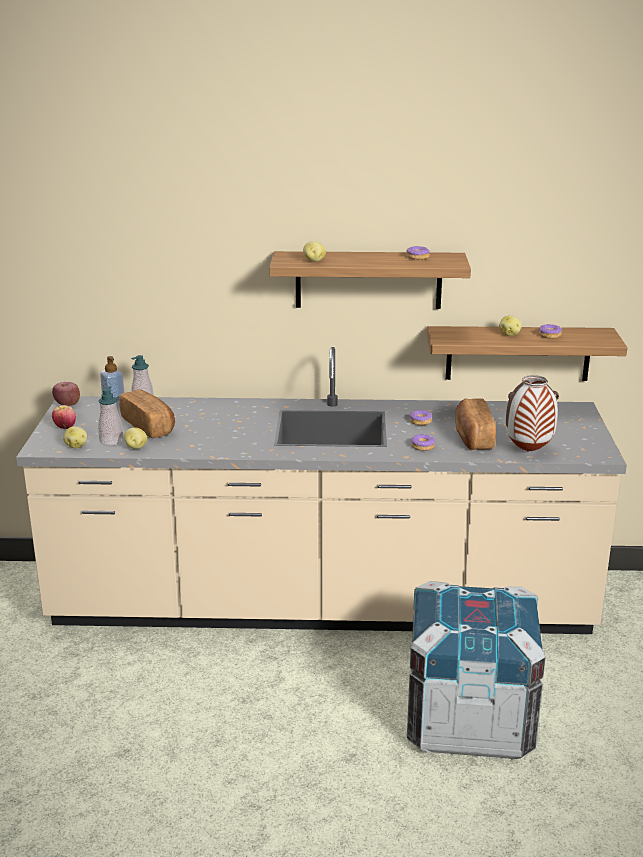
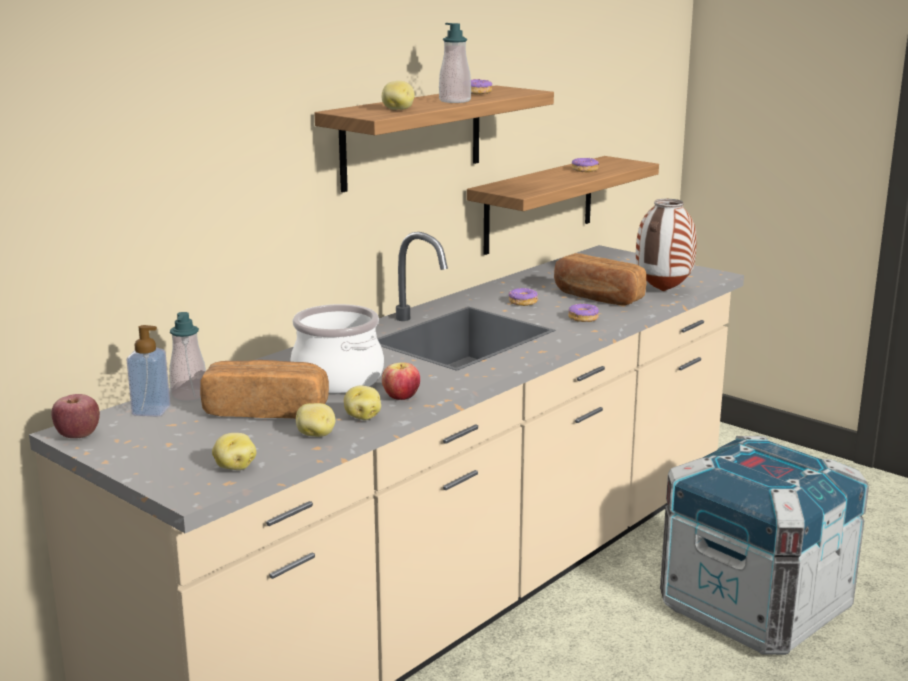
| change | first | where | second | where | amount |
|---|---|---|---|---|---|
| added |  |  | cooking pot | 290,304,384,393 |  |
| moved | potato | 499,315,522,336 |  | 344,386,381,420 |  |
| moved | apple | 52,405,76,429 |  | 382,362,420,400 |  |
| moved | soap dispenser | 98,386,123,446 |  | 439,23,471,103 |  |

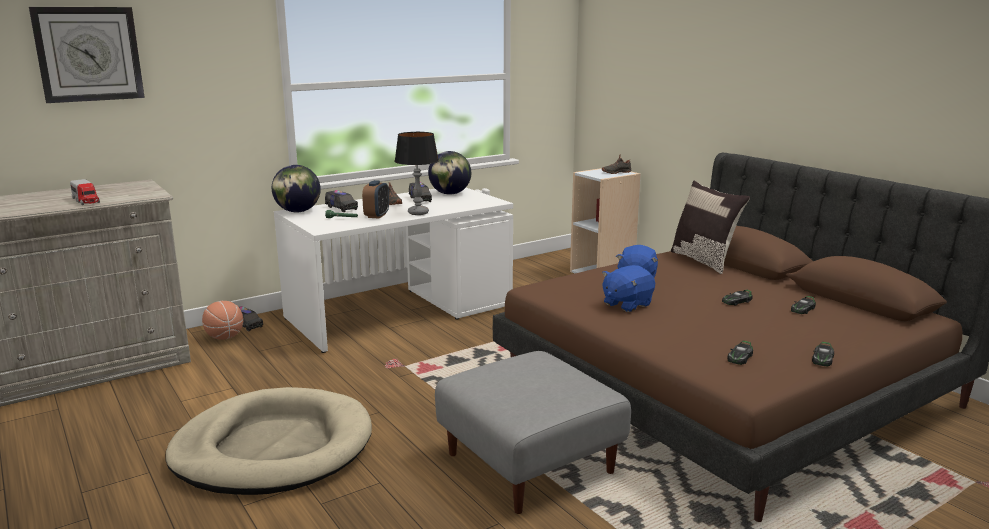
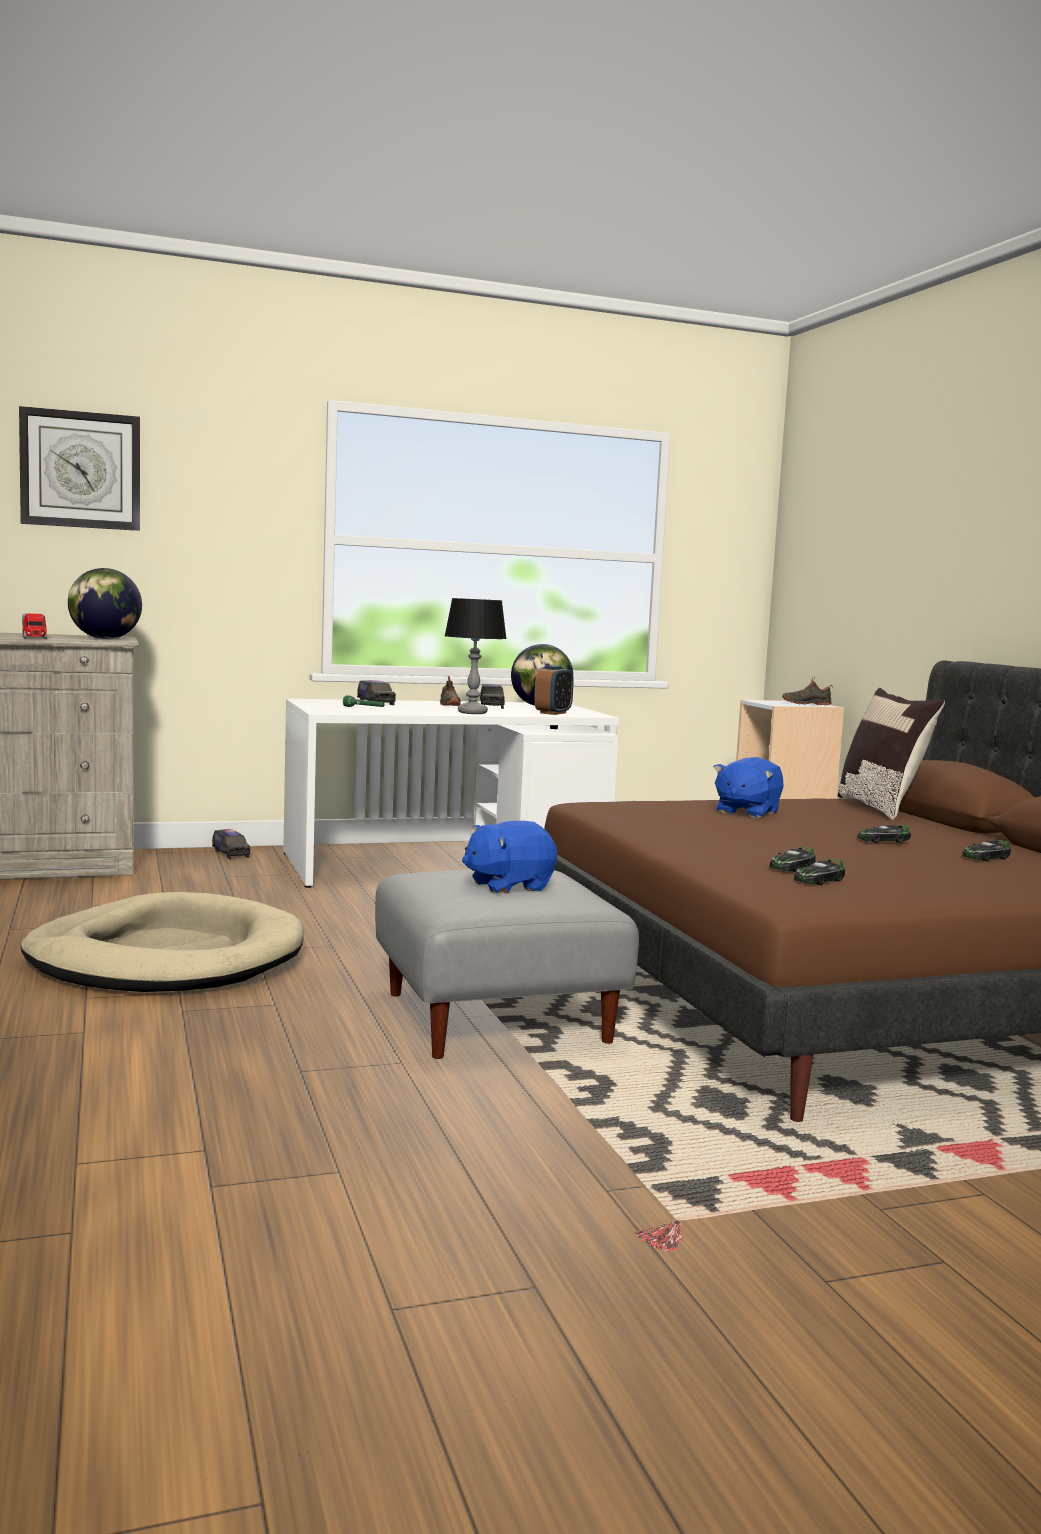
| change | first | where | second | where | amount |
|---|---|---|---|---|---|
| moved | globe | 272,165,321,212 |  | 68,568,142,639 |  |
| moved | plush toy (blue) | 602,265,655,312 |  | 462,821,557,894 |  |
| moved | alarm clock | 362,180,389,219 |  | 534,665,574,715 |  |
| moved | toy car | 812,342,834,366 |  | 770,847,816,872 |  |
| removed | basketball | 202,301,243,340 |  |  |  |

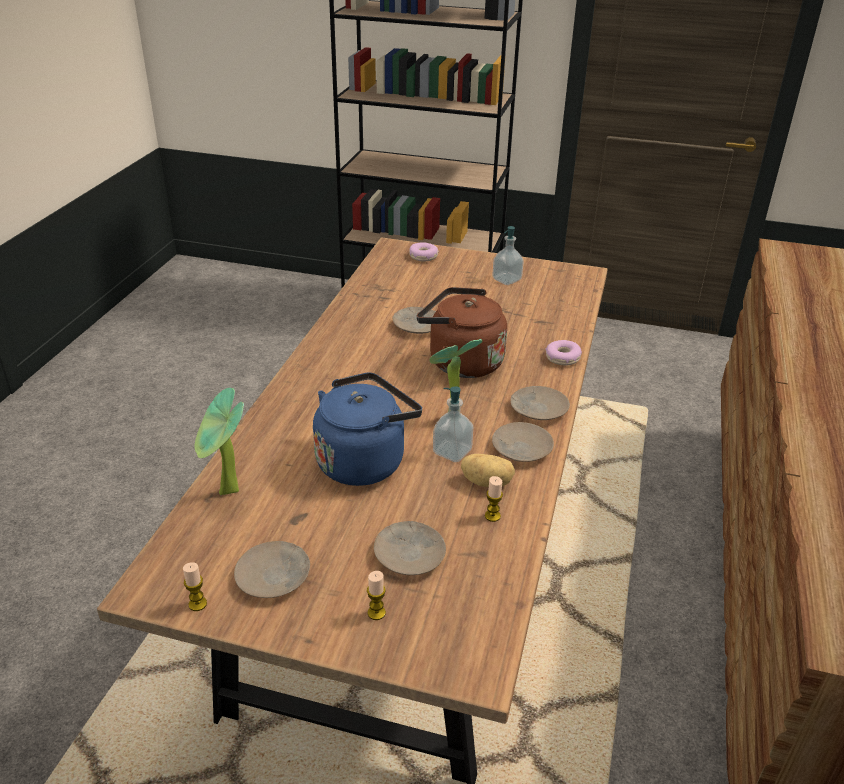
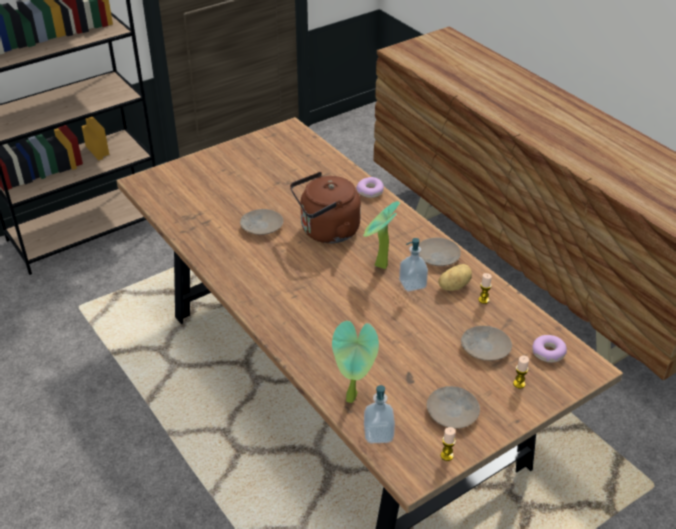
| change | first | where | second | where | amount |
|---|---|---|---|---|---|
| moved | soap dispenser | 492,226,524,285 |  | 364,385,395,444 |  |
| moved | donut | 409,242,439,262 |  | 532,335,567,363 |  |
| removed | kettle (blue) | 313,372,422,486 |  |  |  |
| removed | plate (beige) | 511,386,570,420 |  |  |  |

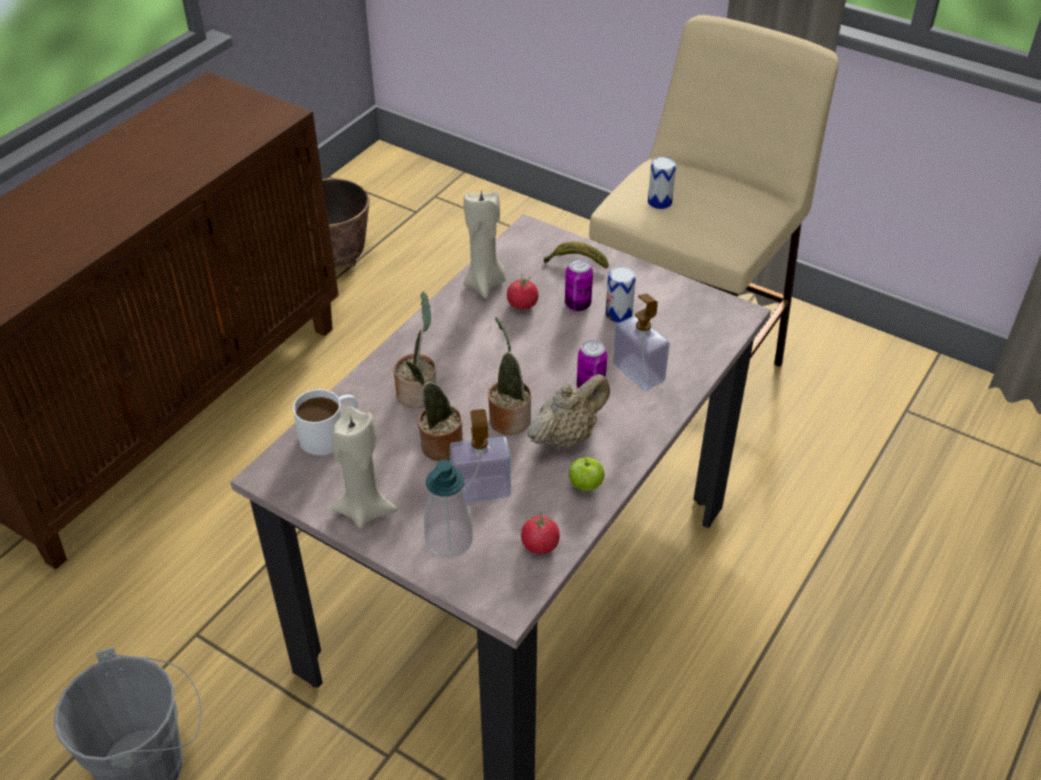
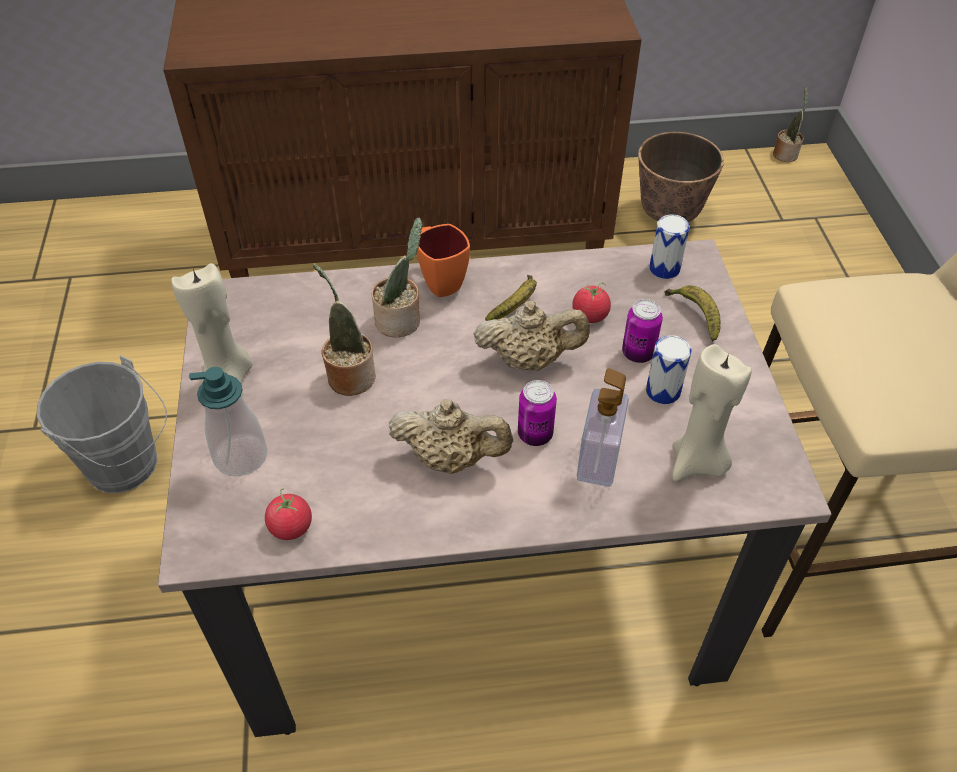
| change | first | where | second | where | amount |
|---|---|---|---|---|---|
| added |  |  | mug (orange) | 417,224,470,297 |  |
| added |  |  | teapot (beige) | 473,300,590,371 |  |
| added |  |  | banana | 485,275,537,321 |  |
| moved | can | 648,157,676,209 |  | 650,214,690,279 |  |
| moved | candle (beige) | 464,190,506,299 |  | 672,344,752,481 |  |
| moved | potted plant | 488,317,531,435 |  | 773,86,808,162 |  |
| removed | mug (white) | 293,389,358,455 |  |  |  |
| removed | soap dispenser | 449,409,511,502 |  |  |  |
| removed | apple | 568,455,604,491 |  |  |  |

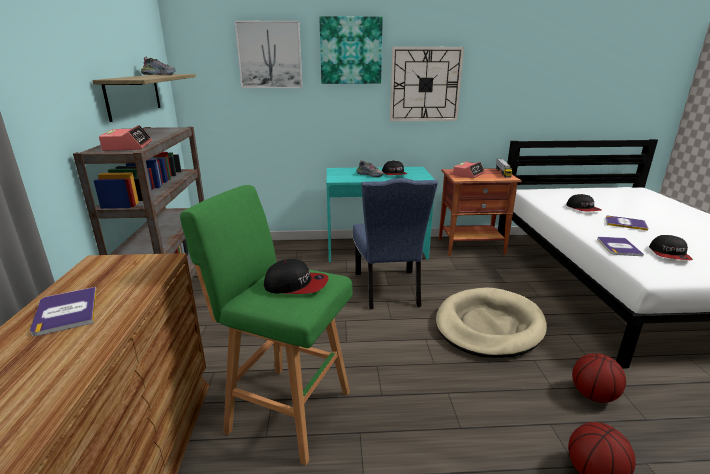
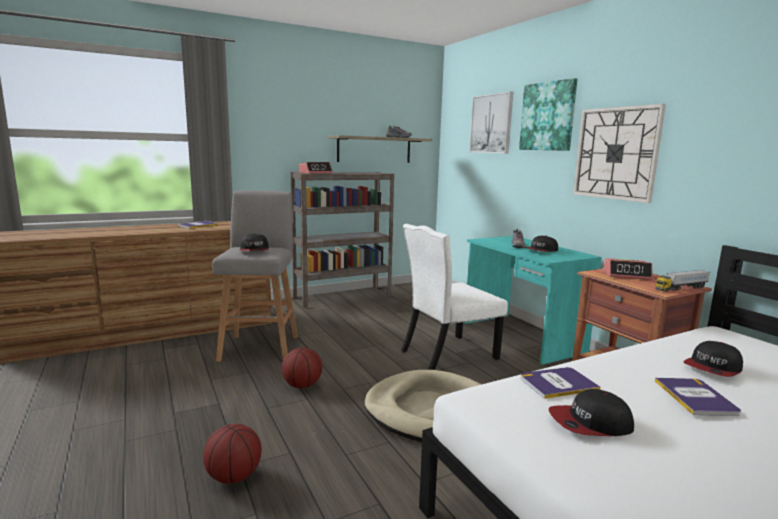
| change | first | where | second | where | amount |
|---|---|---|---|---|---|
| recoloured | stool (green) | 180,185,353,466 | stool (grey) | 212,190,298,362 |  |
| moved | basketball | 572,353,626,403 |  | 282,347,322,388 |  |
| recoloured | chair (blue) | 353,178,438,309 | chair (white) | 401,224,508,370 |  |

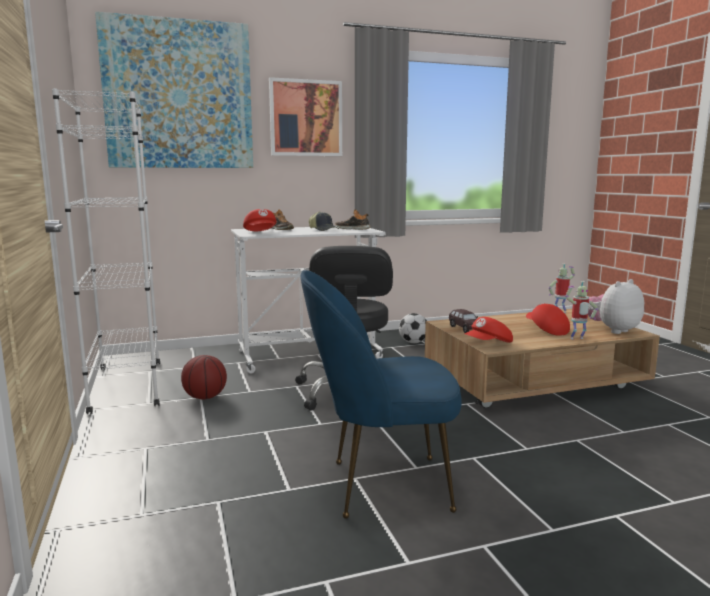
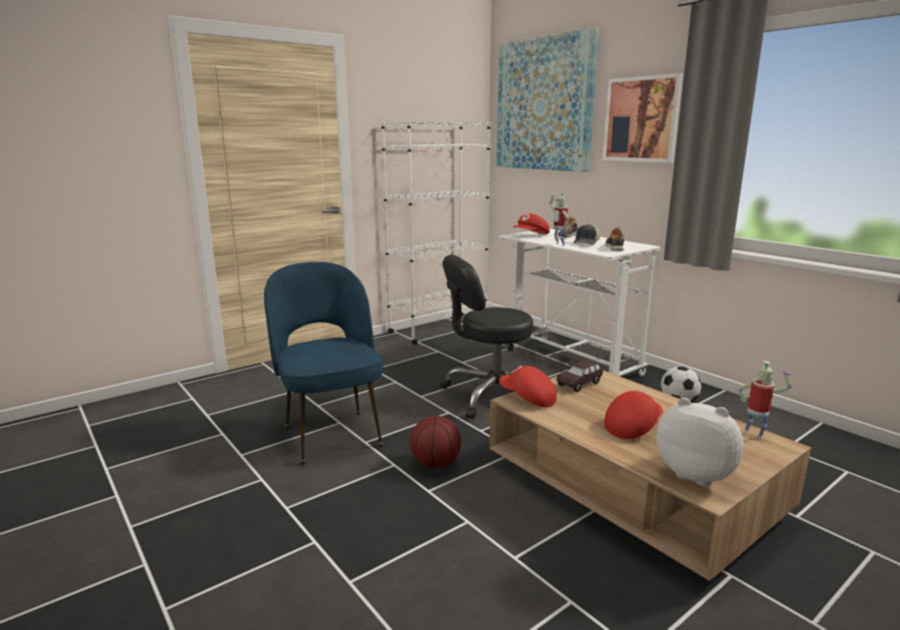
| change | first | where | second | where | amount |
|---|---|---|---|---|---|
| moved | basketball | 181,355,227,399 |  | 410,416,461,468 |  |
| moved | toy robot | 565,281,598,339 |  | 549,192,570,246 |  |

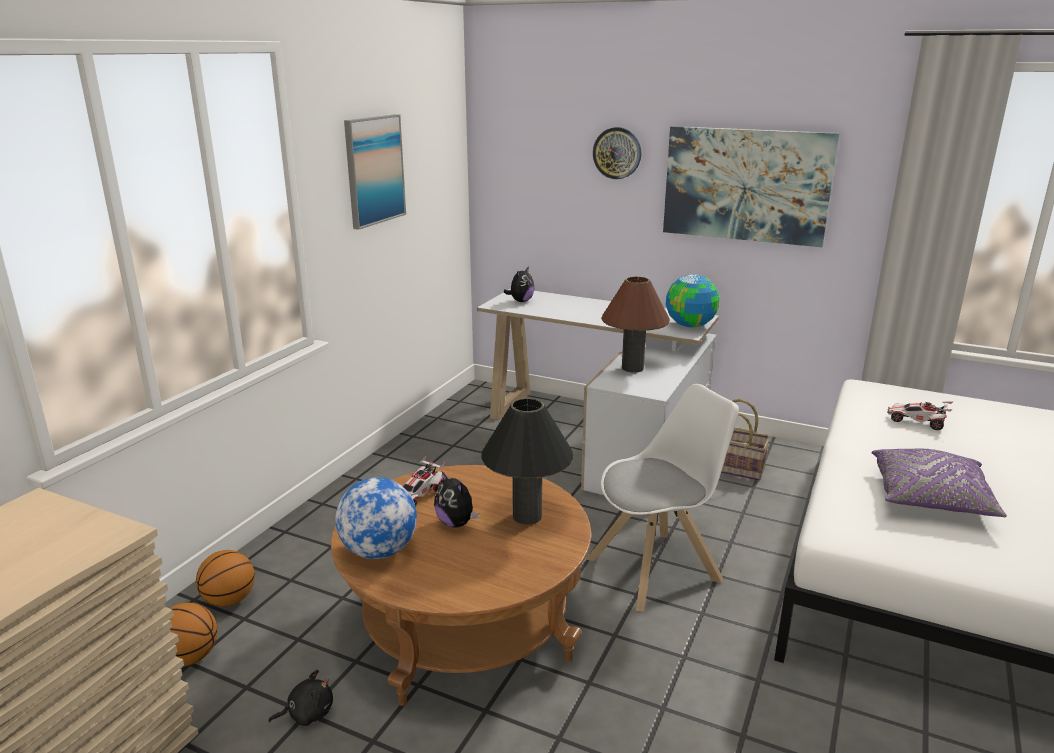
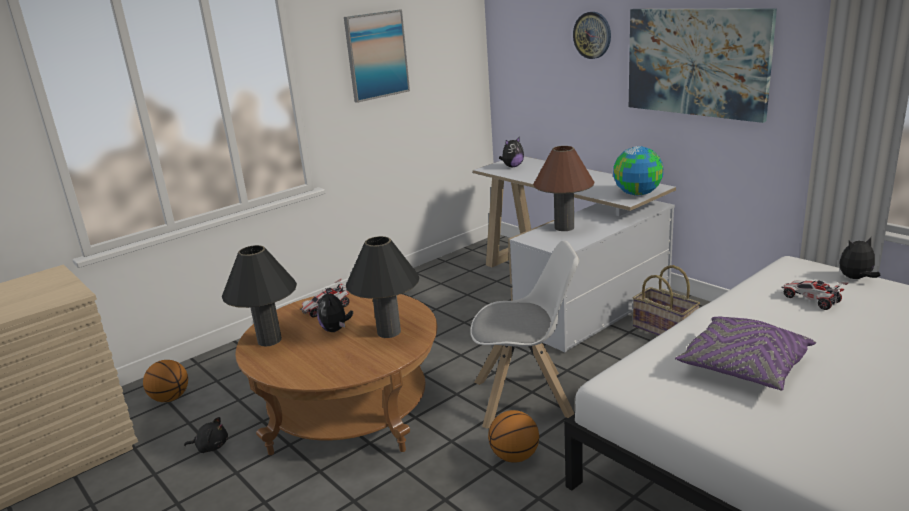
| change | first | where | second | where | amount |
|---|---|---|---|---|---|
| replaced | globe | 335,477,417,559 | table lamp (black) | 222,245,297,346 |  |
| moved | basketball | 196,550,255,607 |  | 488,410,539,463 |  |
| added |  |  | plush toy | 840,237,881,279 |  |

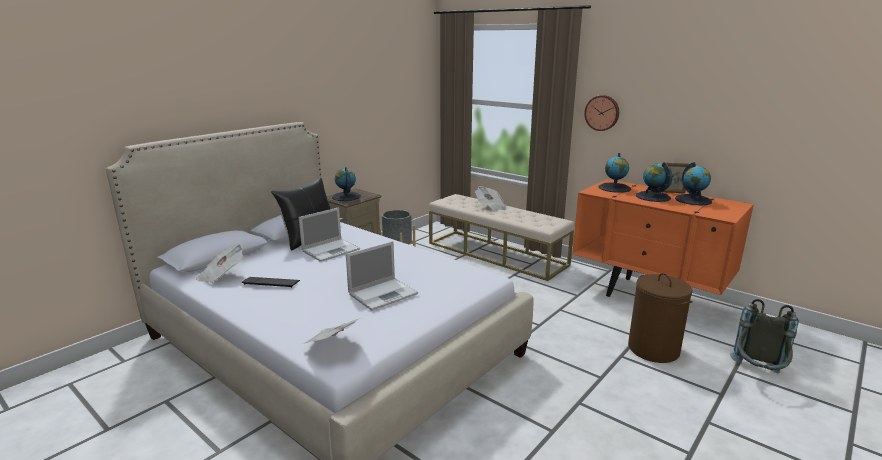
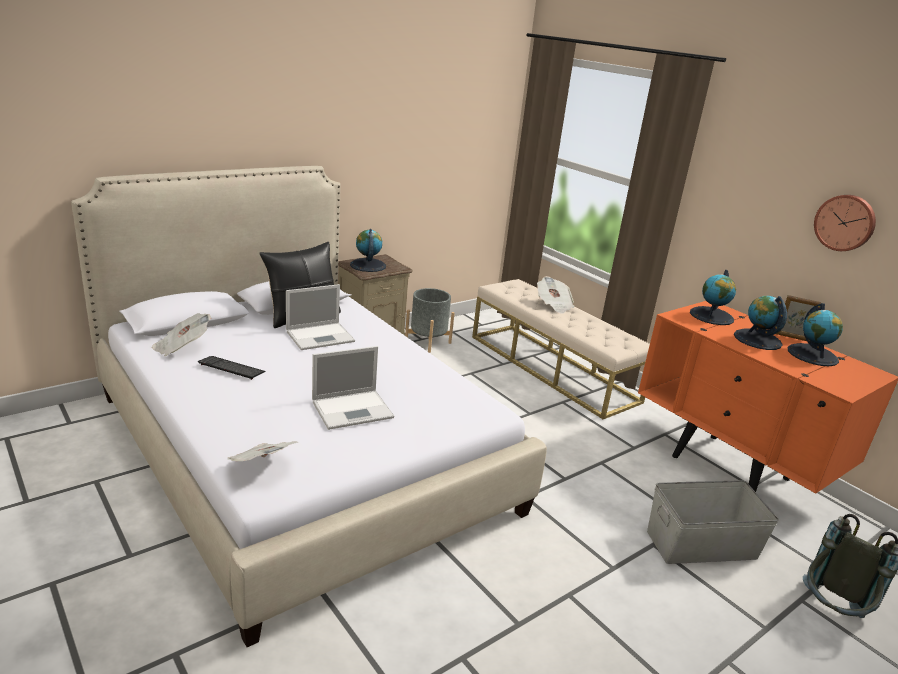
| change | first | where | second | where | amount |
|---|---|---|---|---|---|
| replaced | laundry basket (brown) | 628,273,693,363 | storage box (grey) | 647,480,779,564 |  |
| moved | wall clock | 584,95,619,131 |  | 814,195,876,251 |  |

